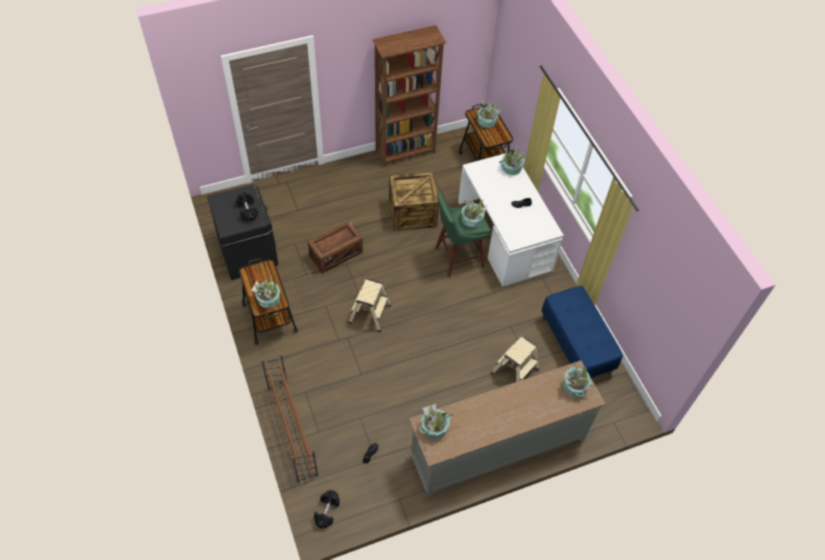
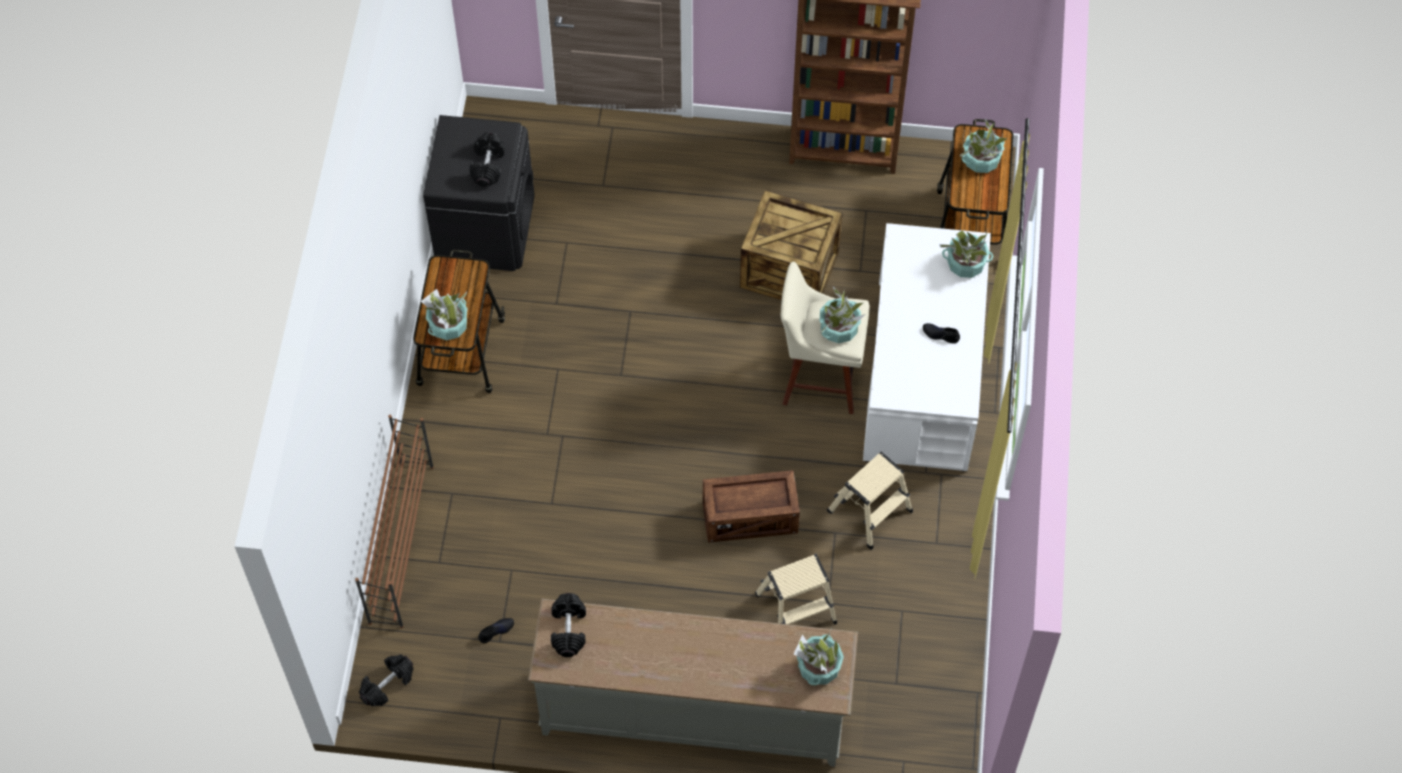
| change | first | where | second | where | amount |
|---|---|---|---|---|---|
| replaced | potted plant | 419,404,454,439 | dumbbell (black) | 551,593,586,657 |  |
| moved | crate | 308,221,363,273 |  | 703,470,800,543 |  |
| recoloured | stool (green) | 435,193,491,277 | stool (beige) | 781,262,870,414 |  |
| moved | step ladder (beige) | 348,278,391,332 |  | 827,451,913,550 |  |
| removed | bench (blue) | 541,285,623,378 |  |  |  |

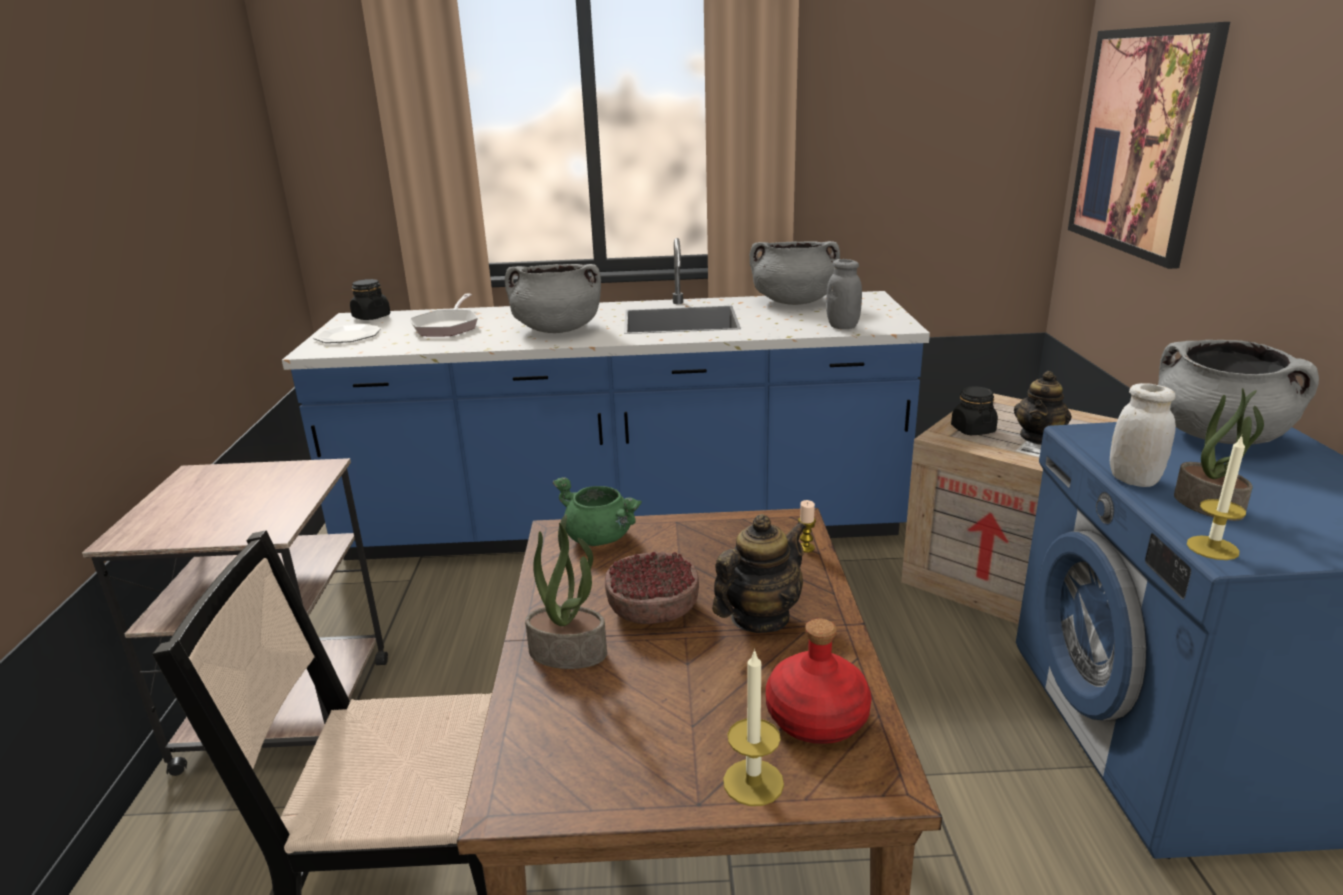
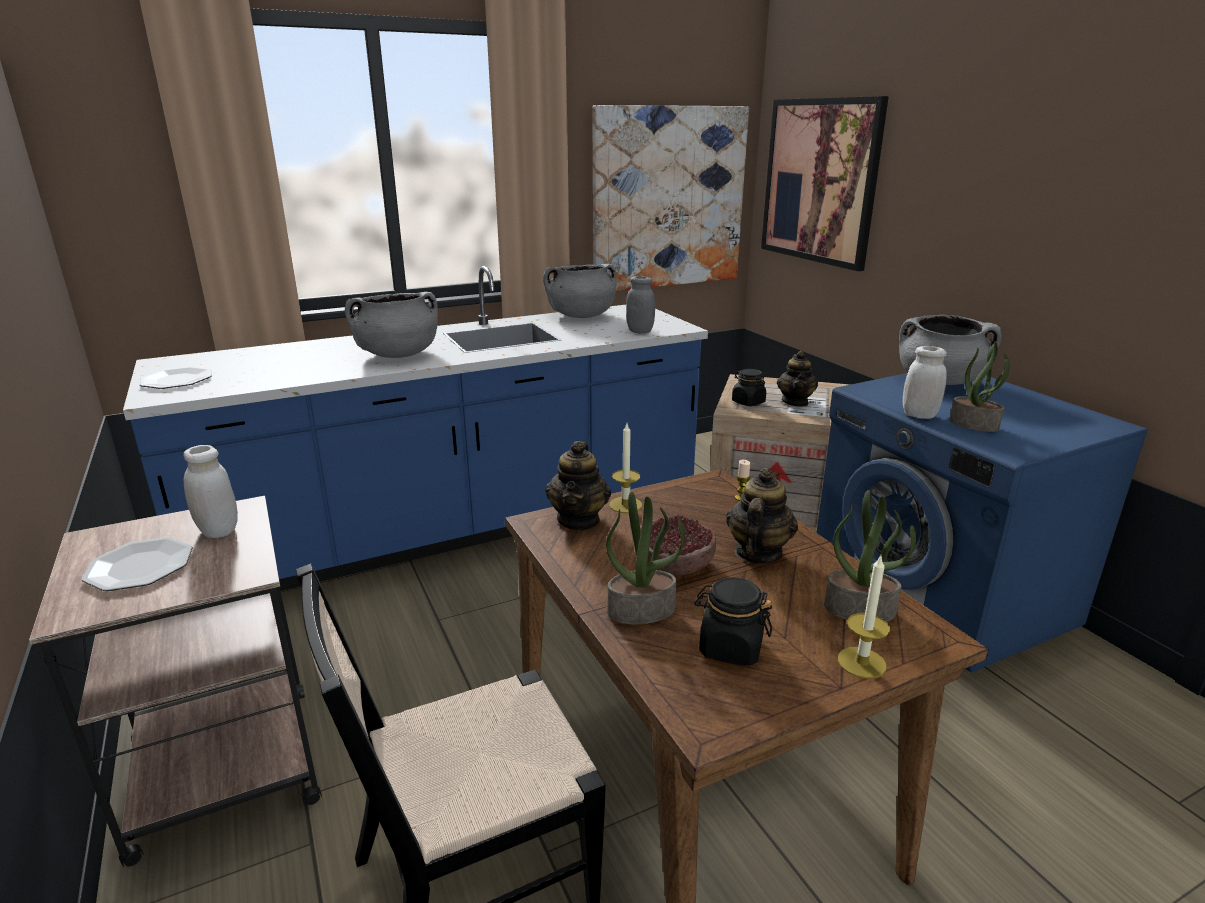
| change | first | where | second | where | amount |
|---|---|---|---|---|---|
| added |  |  | plate | 81,537,193,591 |  |
| added |  |  | jar (white) | 184,445,238,538 |  |
| replaced | cooking pot (green) | 553,477,642,546 | teapot | 545,441,611,531 |  |
| added |  |  | picture | 592,105,749,291 |  |
| moved | candle | 1187,435,1246,560 |  | 609,423,642,513 |  |
| moved | jar (black) | 350,279,390,320 |  | 694,577,772,666 |  |
| replaced | bottle (red) | 766,619,872,744 | potted plant | 824,490,916,622 |  |
| removed | frying pan | 410,294,478,337 |  |  |  |

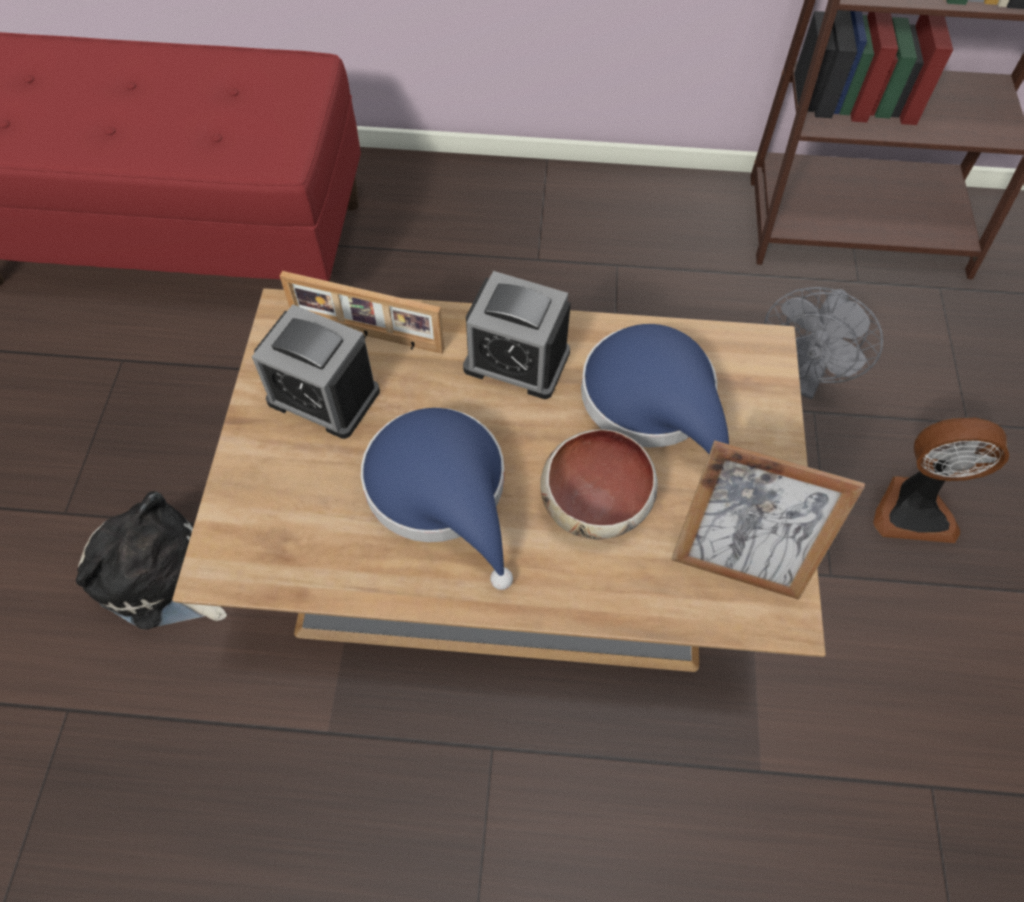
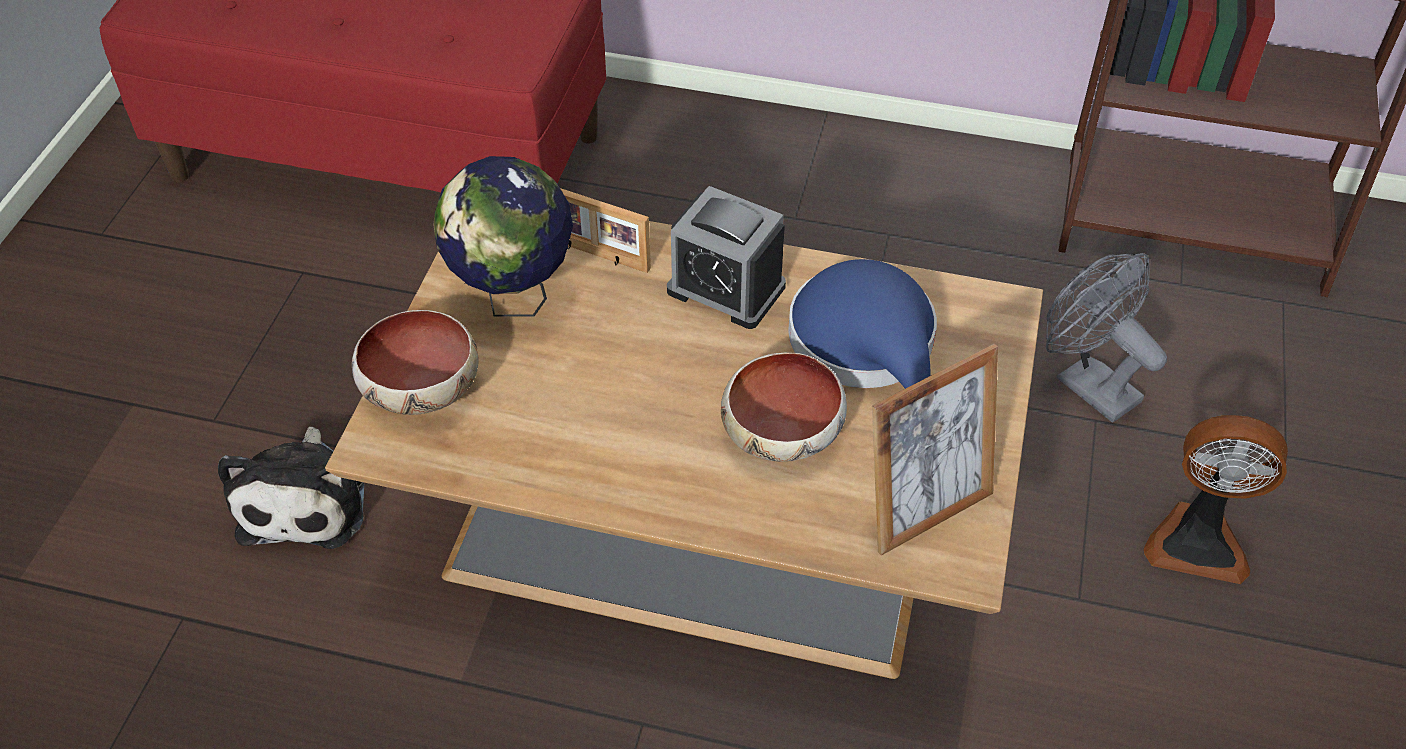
| change | first | where | second | where | amount |
|---|---|---|---|---|---|
| turned | plush toy | 76,491,227,630 |  | 218,427,364,549 | 135 degrees counterclockwise |
| added |  |  | bowl | 352,310,478,415 |  |
| replaced | alarm clock | 252,304,380,439 | globe | 433,156,573,317 |  |
| turned | picture frame | 672,440,865,600 |  | 872,344,998,556 | 60 degrees counterclockwise |
| turned | fan (grey) | 764,287,883,399 |  | 1046,253,1167,423 | 105 degrees clockwise |
| removed | hat (blue) | 361,408,513,590 |  |  |  |

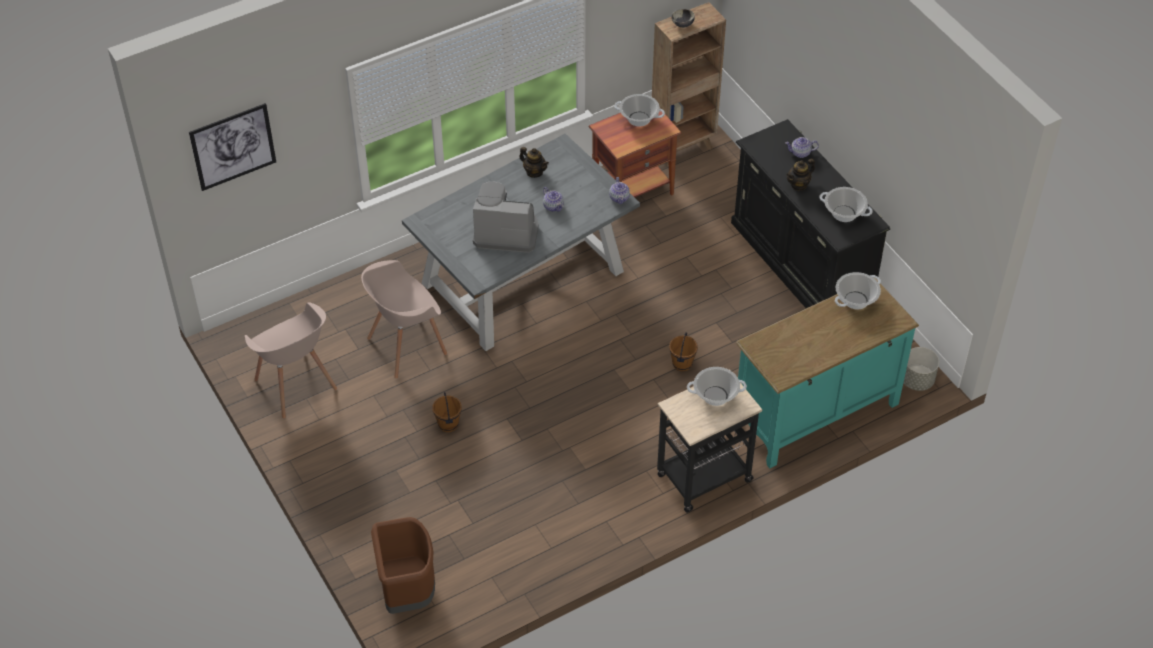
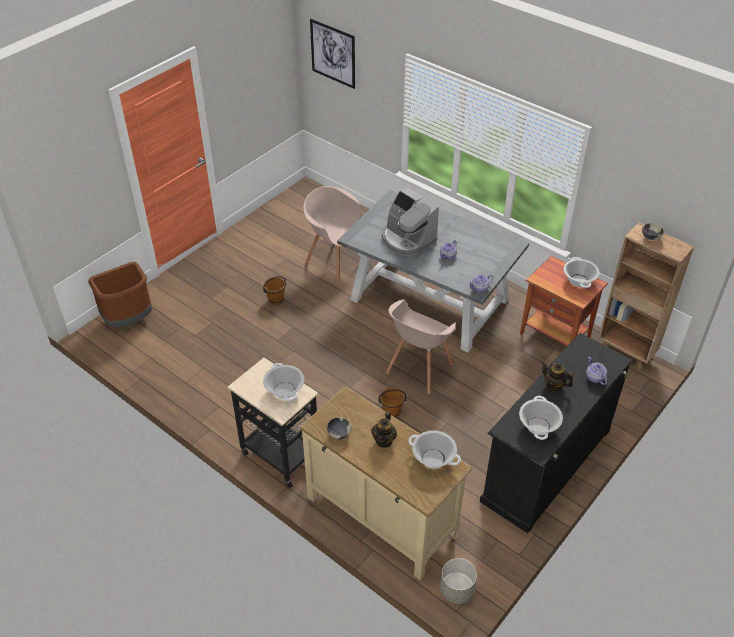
| change | first | where | second | where | amount |
|---|---|---|---|---|---|
| recoloured | dresser (turquoise) | 736,278,919,468 | dresser (beige) | 299,387,472,581 |  |
| added |  |  | bowl | 327,417,352,439 |  |
| moved | teapot | 519,147,549,178 |  | 371,411,397,448 |  |
| turned | coffee machine | 473,182,539,253 |  | 382,187,439,256 | 150 degrees clockwise |
| moved | chair (beige) | 245,302,337,418 |  | 386,299,456,394 |  |

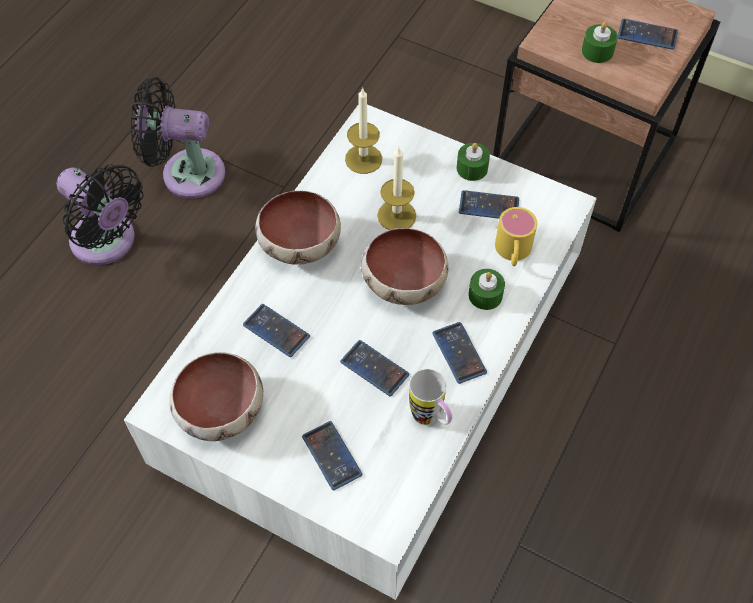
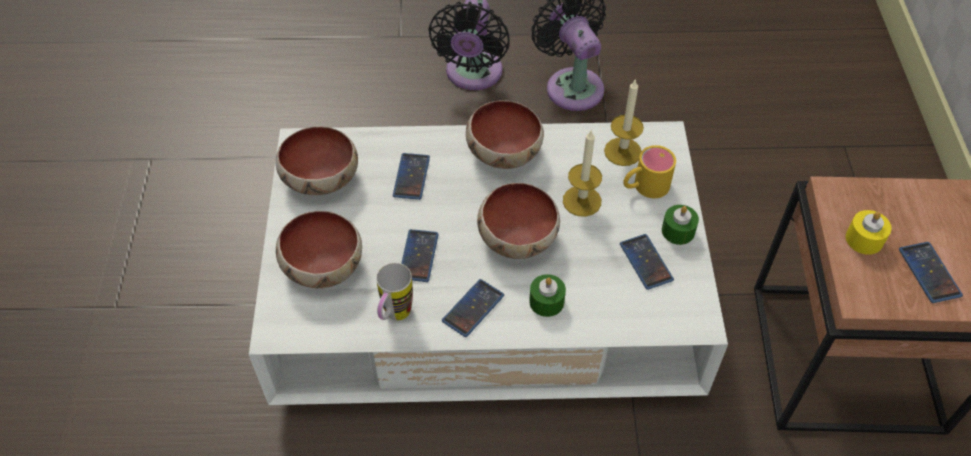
| change | first | where | second | where | amount |
|---|---|---|---|---|---|
| replaced | phone | 302,421,362,490 | bowl | 276,211,362,288 |  |
| moved | mug (yellow) | 495,207,537,266 |  | 623,145,676,198 |  |
| recoloured | candle (green) | 582,22,618,63 | candle (yellow) | 846,210,892,255 |  |

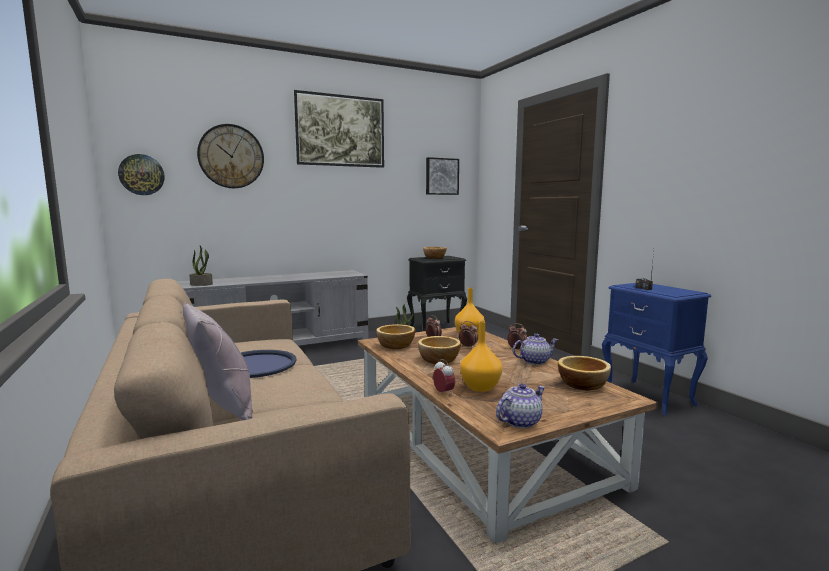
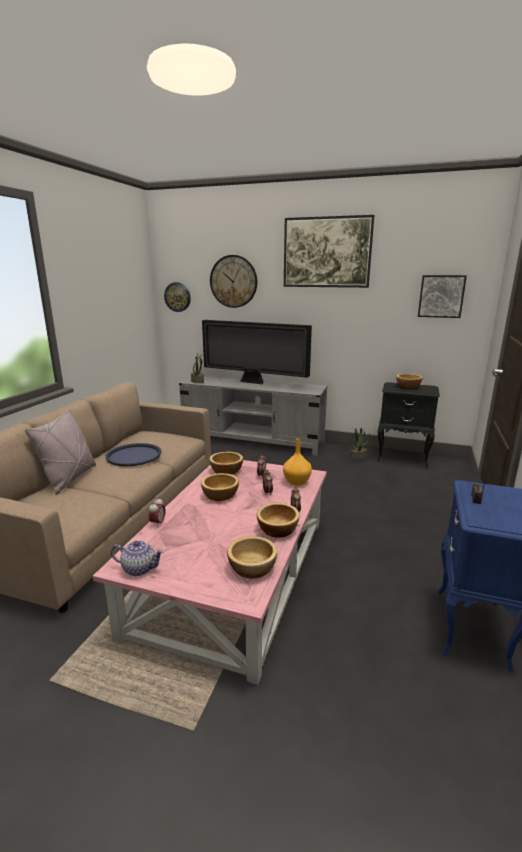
| change | first | where | second | where | amount |
|---|---|---|---|---|---|
| recoloured | coffee table (brown) | 358,327,658,544 | coffee table (pink) | 93,460,327,685 |  |
| added |  |  | television | 202,320,312,384 |  |
| replaced | teapot | 513,333,558,365 | bowl | 257,503,299,538 |  |
| removed | vase (orange) | 460,321,502,392 |  |  |  |

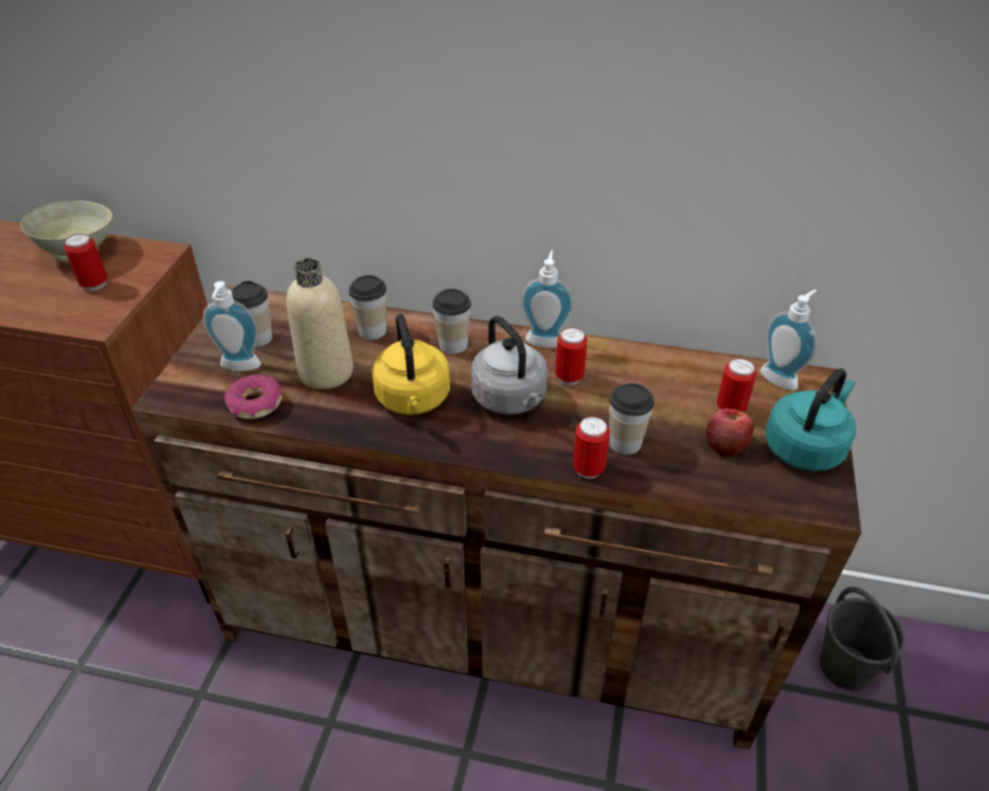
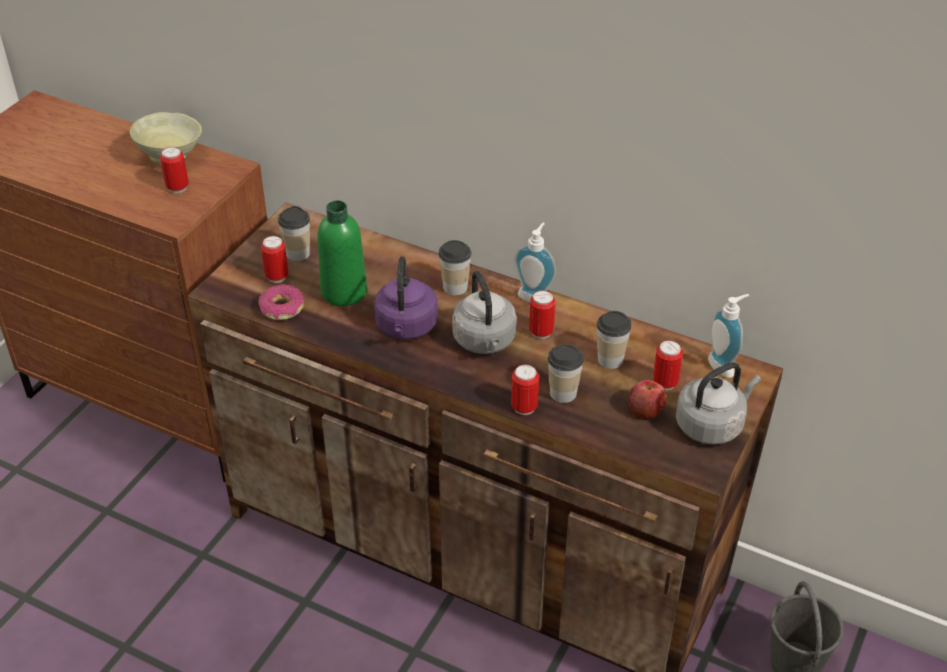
| change | first | where | second | where | amount |
|---|---|---|---|---|---|
| replaced | soap dispenser | 202,281,261,371 | can | 261,236,288,283 |  |
| recoloured | bottle (beige) | 286,258,353,389 | bottle (green) | 317,200,367,306 |  |
| recoloured | kettle (yellow) | 372,314,450,415 | kettle (purple) | 374,256,438,340 |  |
| moved | cup | 349,275,387,340 |  | 597,311,631,369 |  |
| recoloured | kettle (turquoise) | 766,368,856,471 | kettle (grey) | 676,362,761,445 |  |

